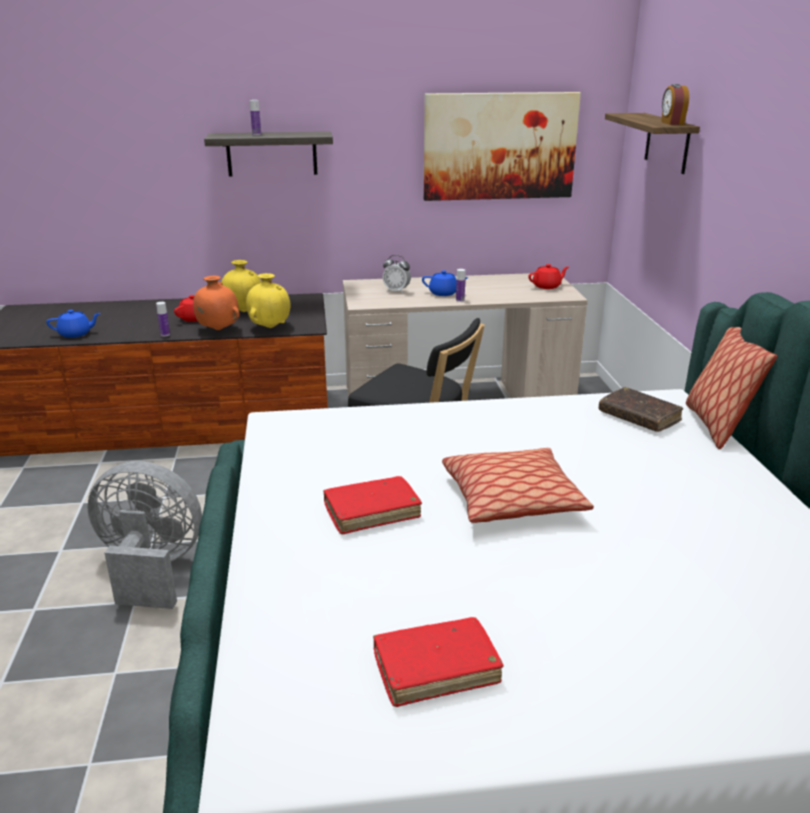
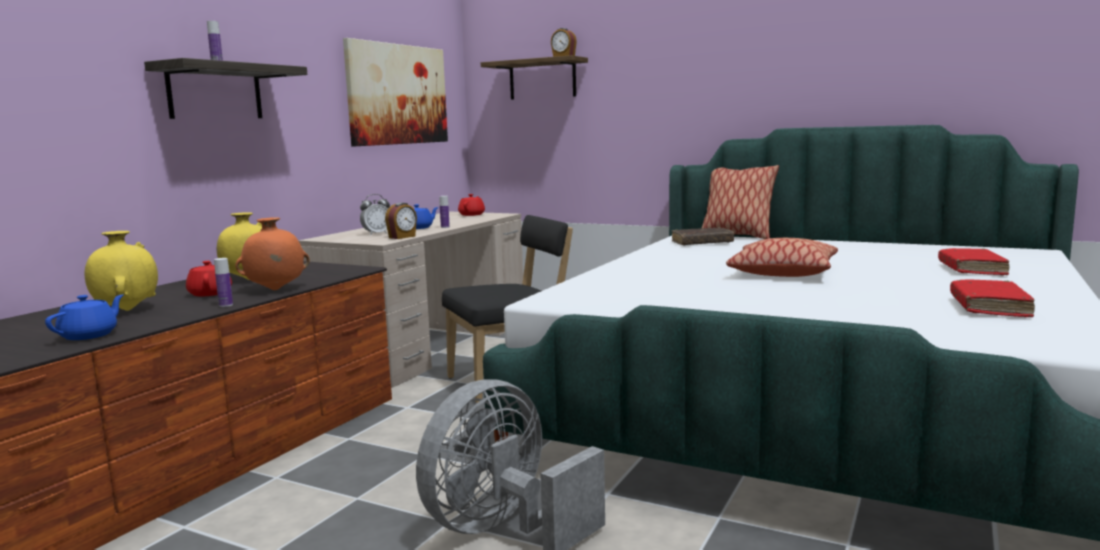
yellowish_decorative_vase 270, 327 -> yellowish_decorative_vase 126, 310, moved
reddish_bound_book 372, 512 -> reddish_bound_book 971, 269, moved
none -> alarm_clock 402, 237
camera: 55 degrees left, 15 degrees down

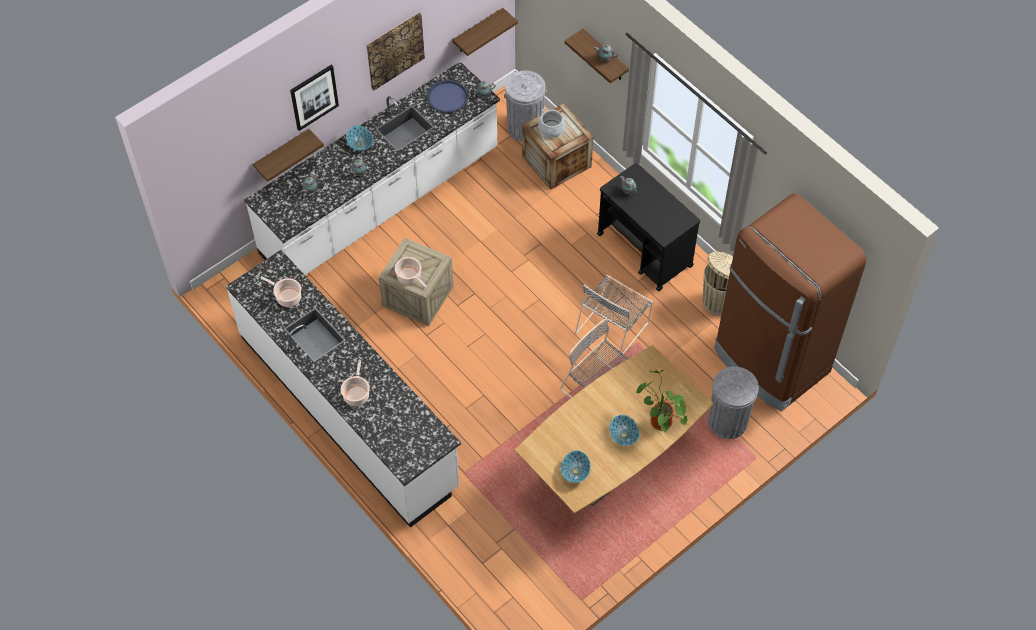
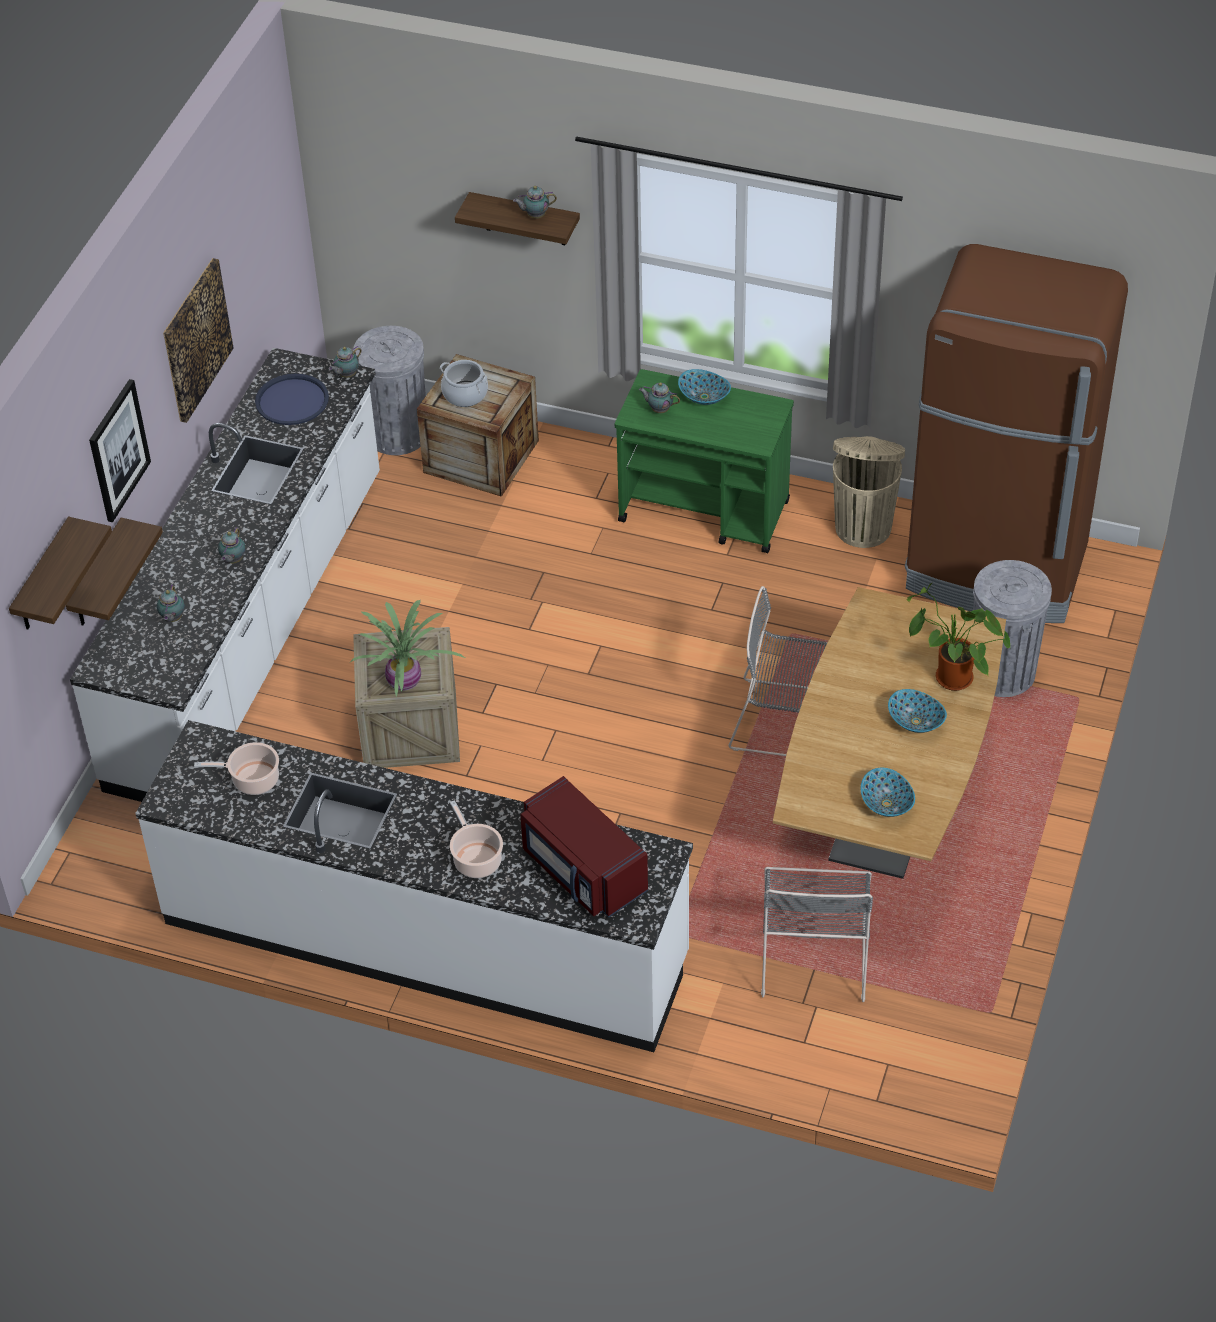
wall_shelf 477, 31 -> wall_shelf 43, 578, moved
serving_bowl 360, 144 -> serving_bowl 704, 397, moved
blackish_trolley 645, 251 -> green_trolley 705, 512
cooking_pot 410, 277 -> potted_plant 406, 683
grey_plain_chair 613, 326 -> grey_plain_chair 814, 953, moved
none -> reddish_microwave_oven 582, 870
camera: 30 degrees left, 10 degrees down

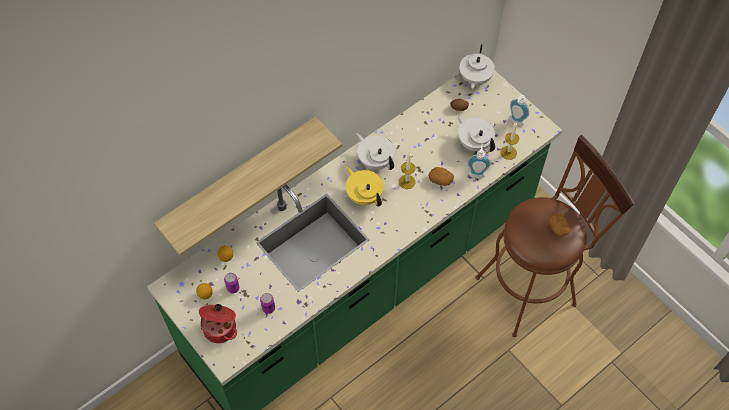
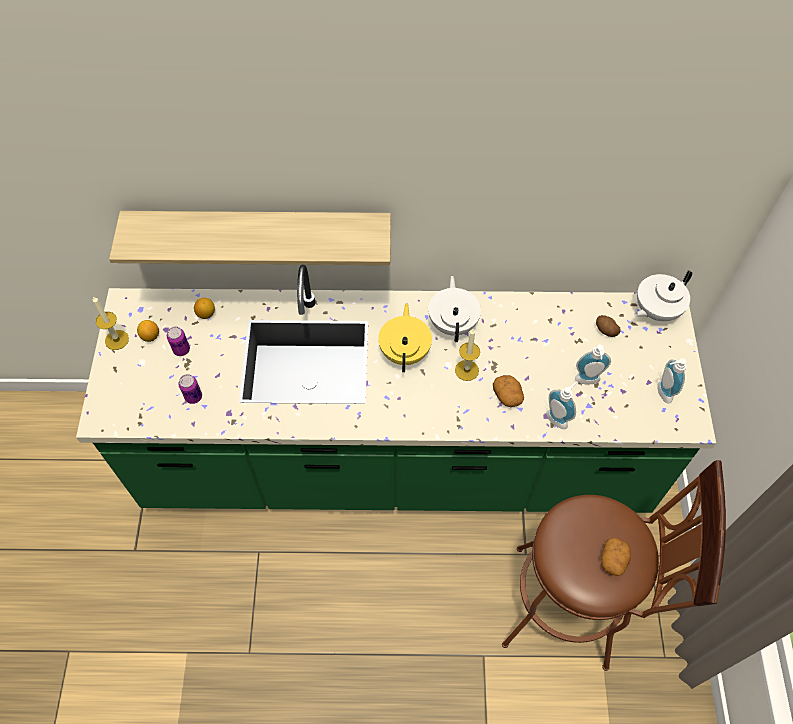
white_tea_pot 474, 143 -> soap_bottle 587, 381
candle 508, 152 -> candle 116, 340, moved
cooking_pot 220, 328 -> none
camera: 40 degrees right, 0 degrees up

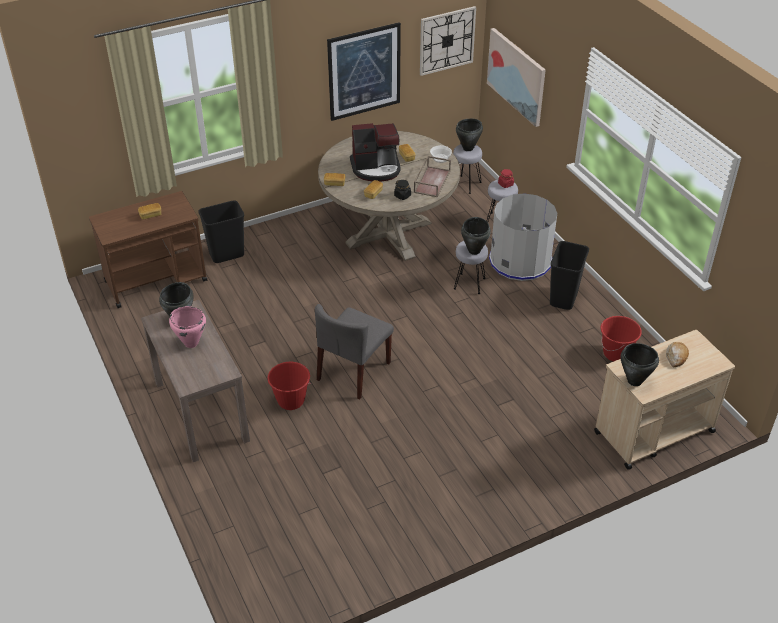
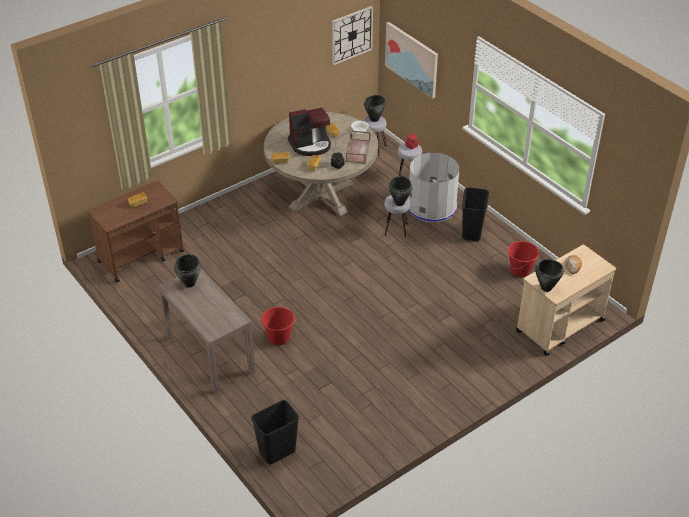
wall_picture 364, 71 -> none
blackish_waste_bin 227, 254 -> blackish_waste_bin 277, 451, moved
grey_plain_chair 354, 372 -> none
pink-coloured_cooking_pot 191, 343 -> none
camera: 10 degrees left, 0 degrees up

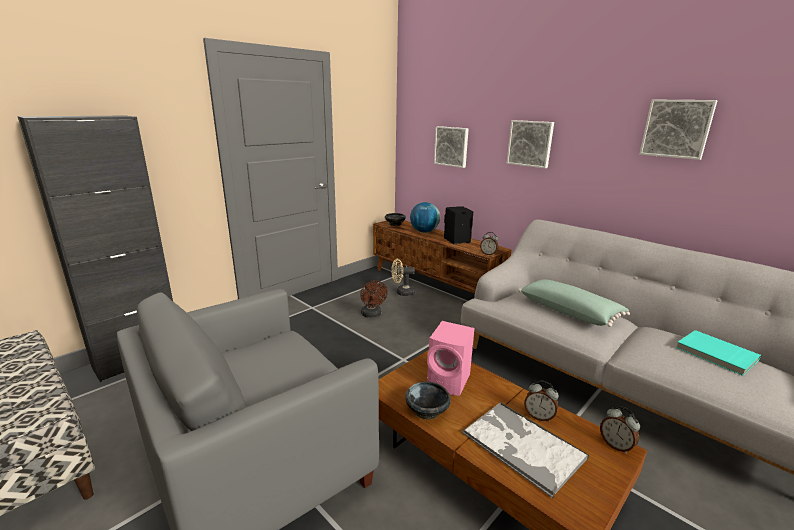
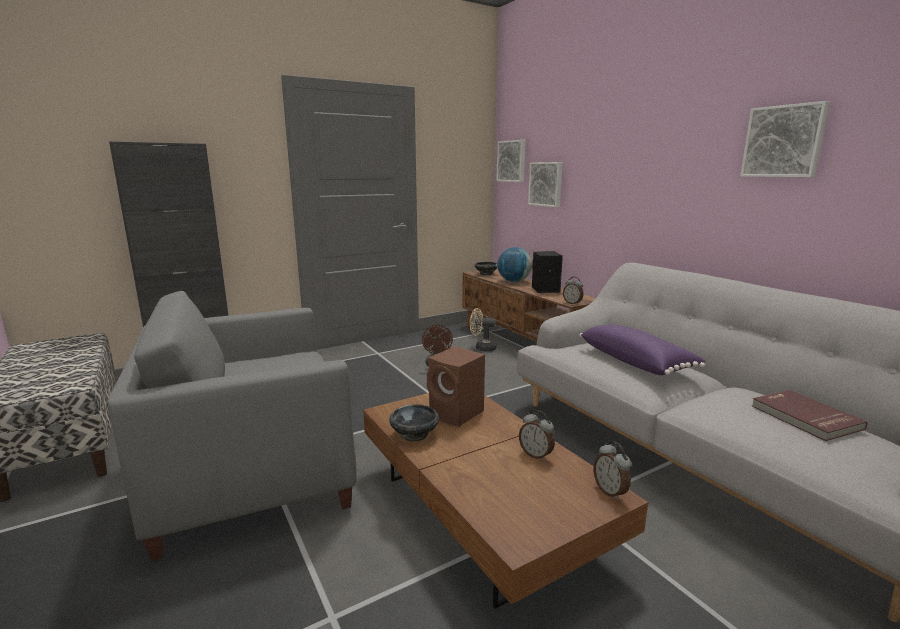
wall_picture 530, 143 -> wall_picture 512, 161, moved
green_cushion 569, 311 -> purple_cushion 636, 362
pink-coloured_audio_speaker 450, 381 -> brown-coloured_audio_speaker 457, 414
blue-green_bound_book 715, 354 -> reddish_bound_book 804, 417
tray 521, 445 -> none
camera: 15 degrees right, 5 degrees down

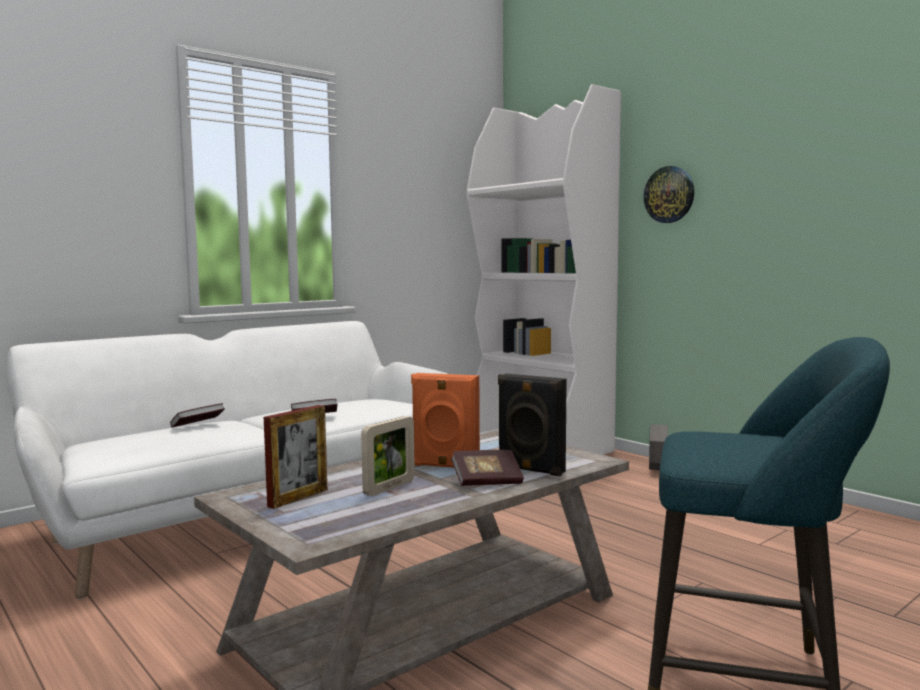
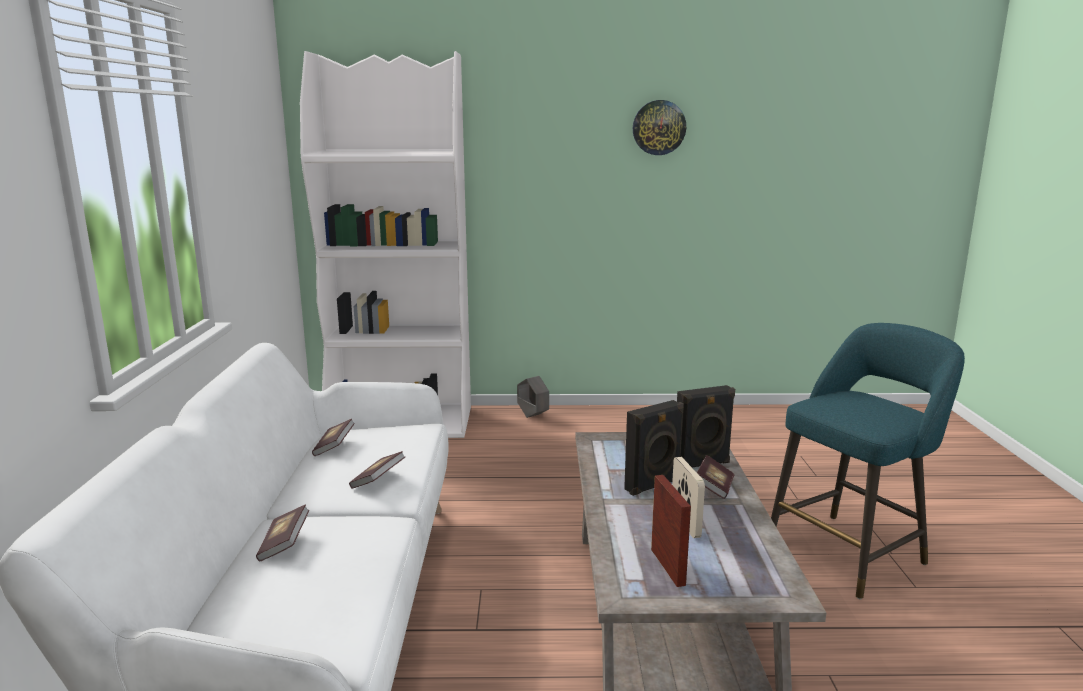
hanging_clock 669, 194 -> hanging_clock 659, 127, moved
orange_audio_speaker 445, 466 -> blackish_audio_speaker 653, 486
none -> bound_book 334, 447
camera: 50 degrees left, 10 degrees up

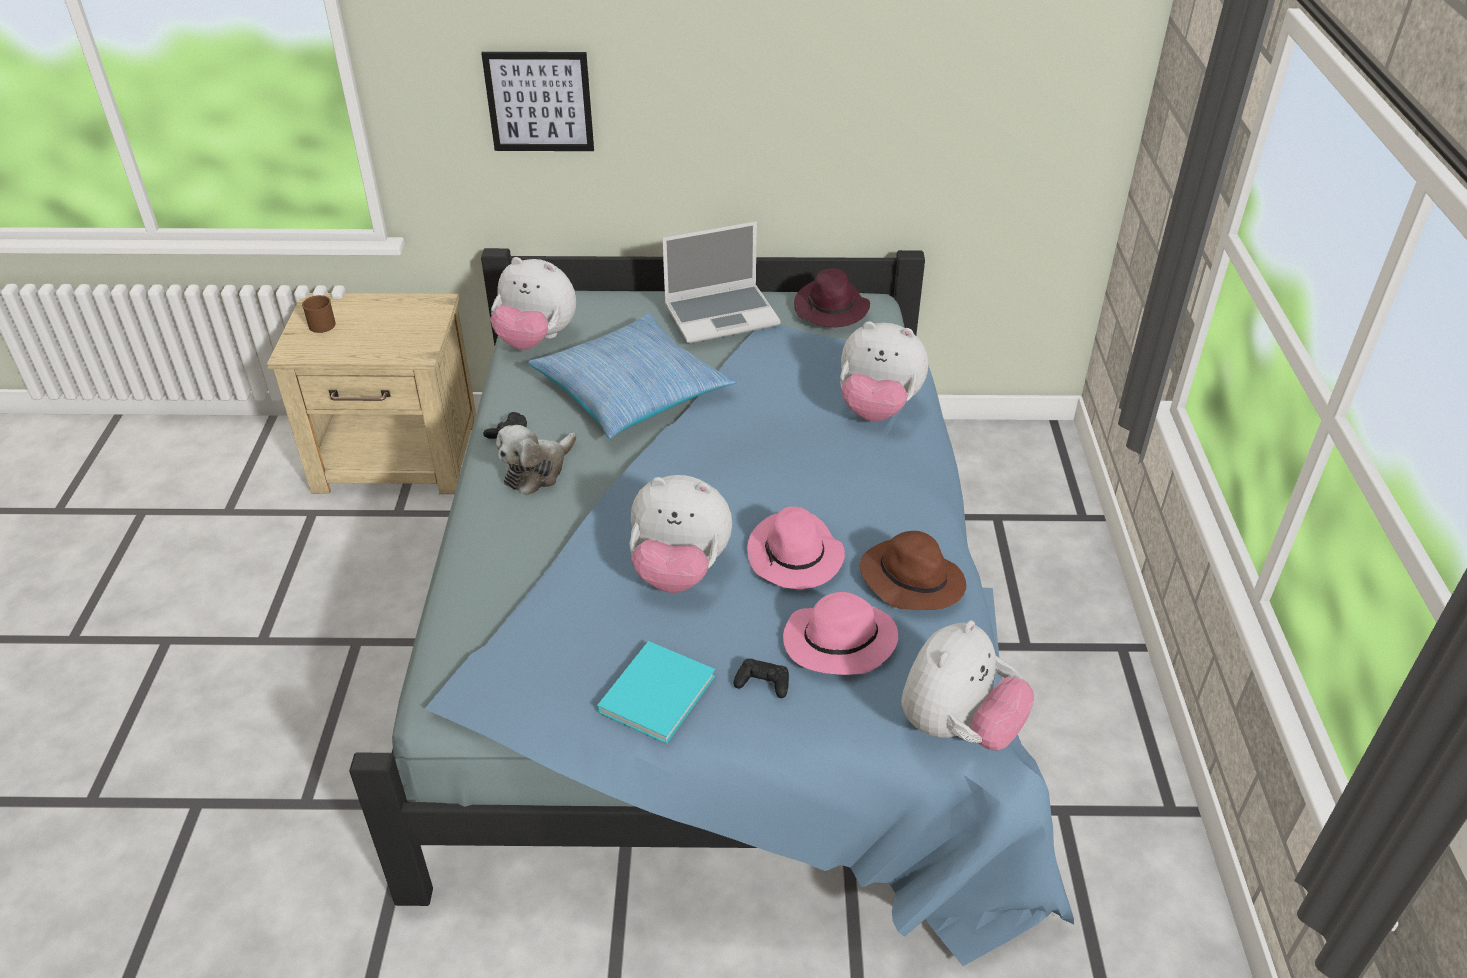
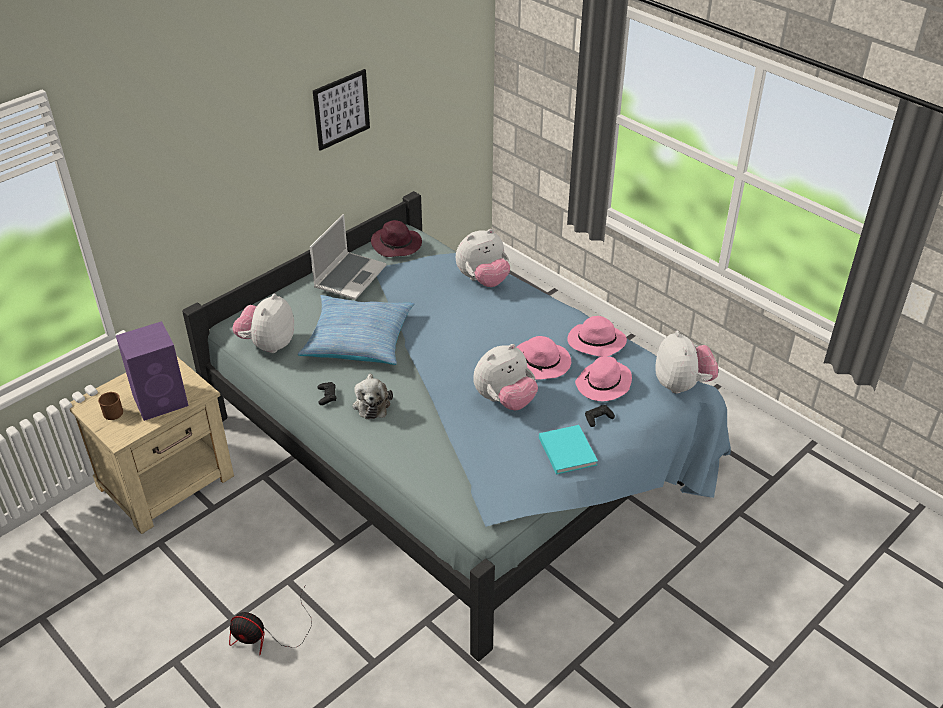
wall_picture 539, 101 -> wall_picture 341, 109, moved
plush_toy 536, 340 -> plush_toy 268, 344, 135 degrees clockwise
brown-coloured_wearable_hat 910, 579 -> pink-coloured_wearable_hat 595, 342
none -> purple_audio_speaker 162, 400
none -> electric_fan 268, 635
camera: 45 degrees left, 0 degrees up

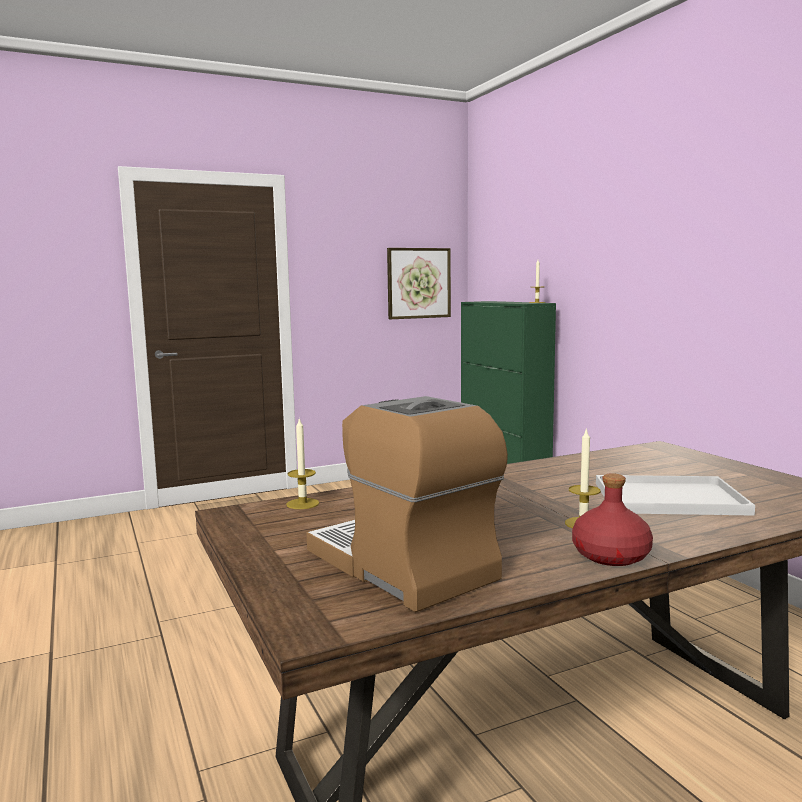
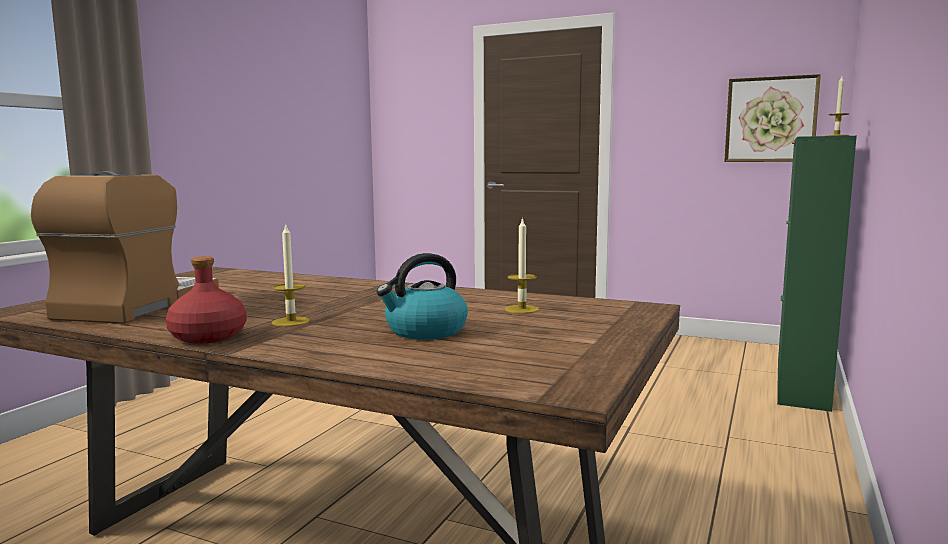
candle 302, 504 -> candle 521, 309, moved
white_tray 671, 498 -> kettle 425, 331
camera: 50 degrees right, 0 degrees up

